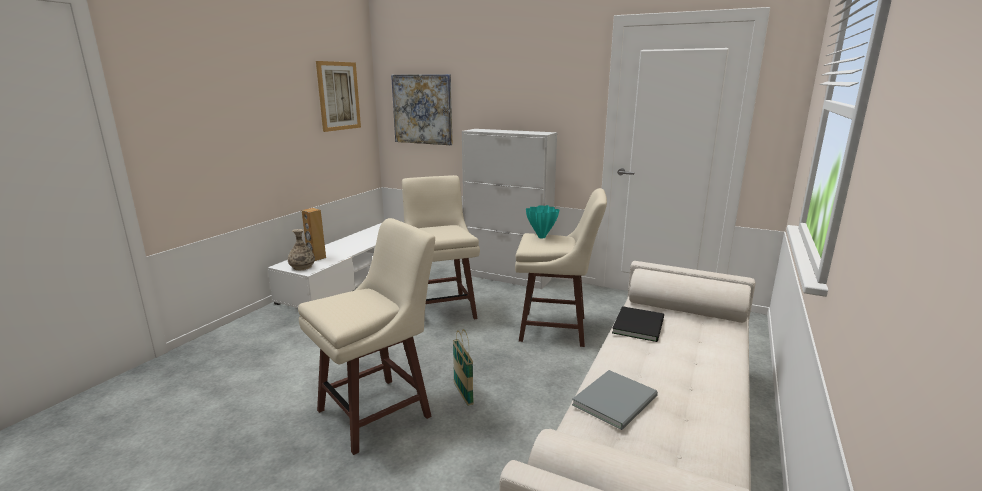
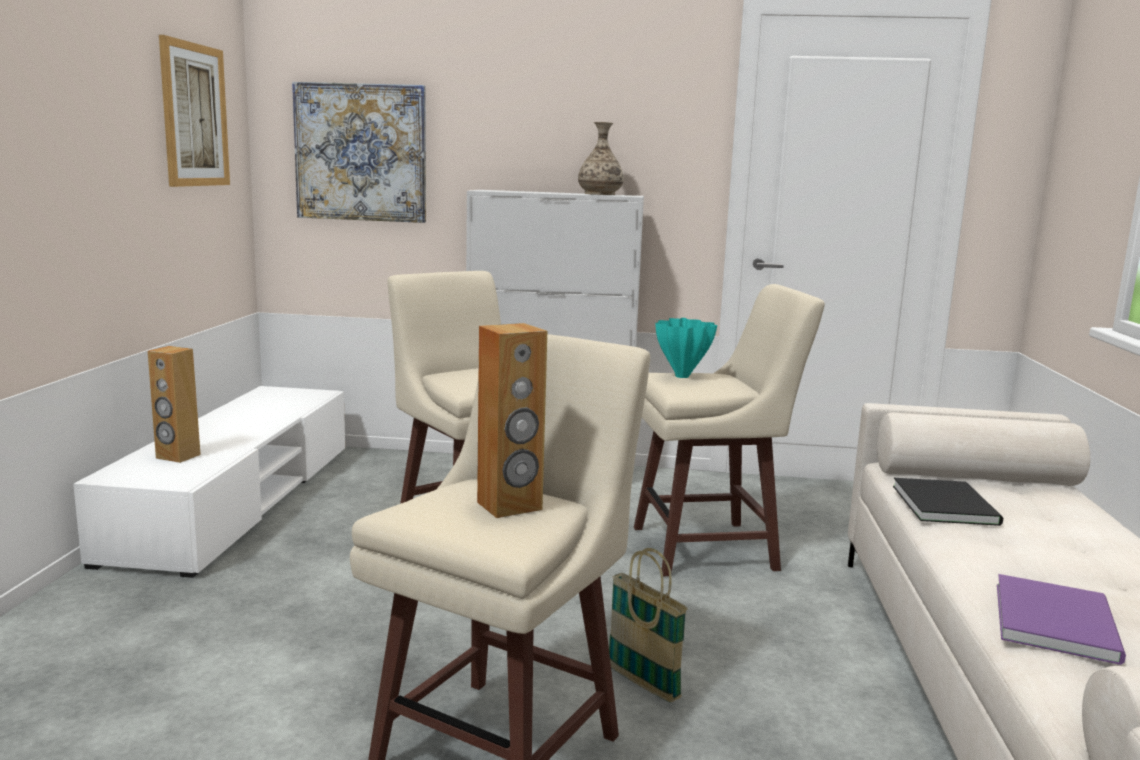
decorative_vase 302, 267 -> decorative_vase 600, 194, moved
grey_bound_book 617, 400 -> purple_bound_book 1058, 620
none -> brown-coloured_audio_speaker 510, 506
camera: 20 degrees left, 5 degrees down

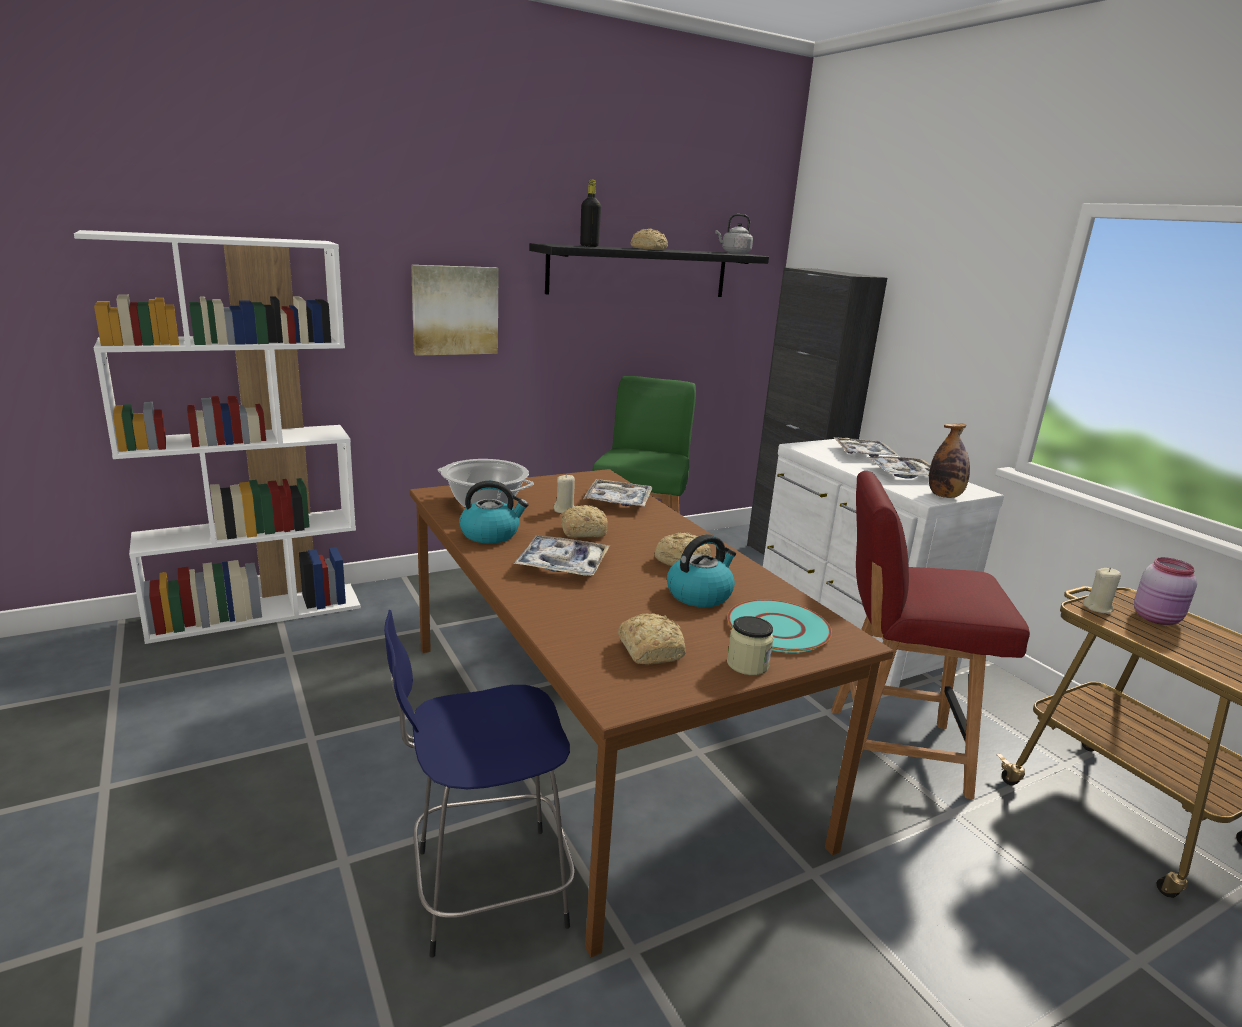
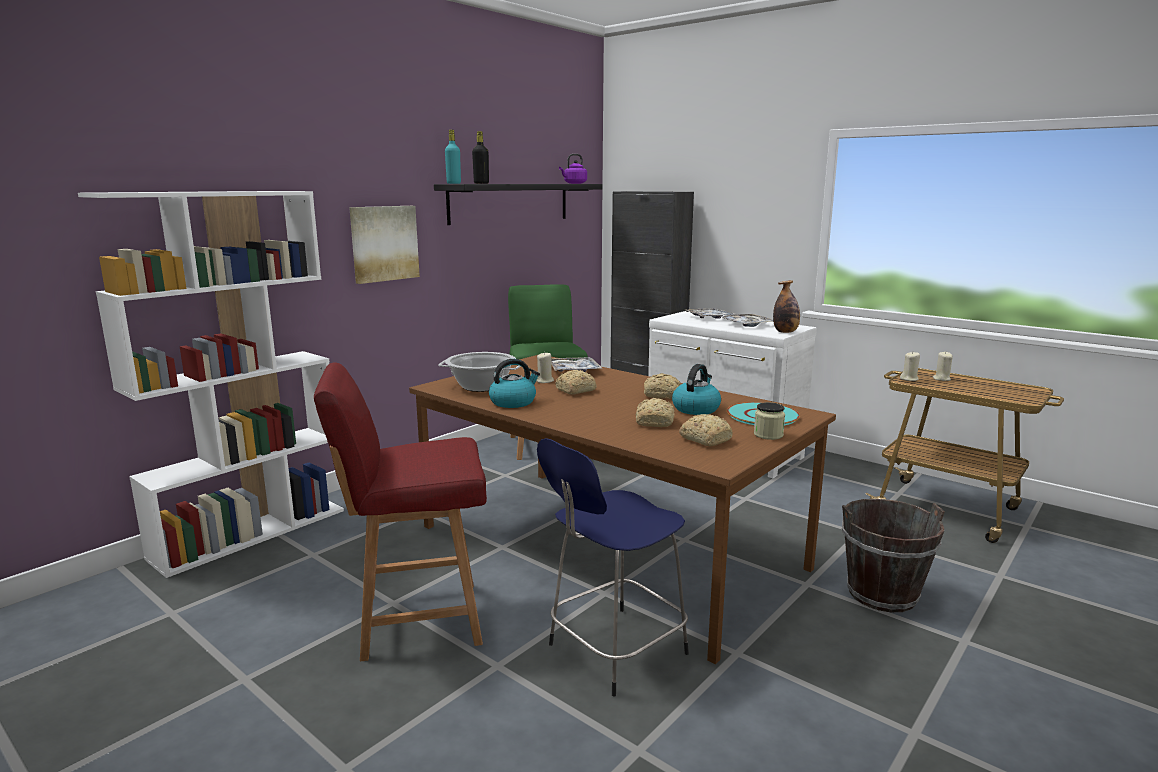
grey_kettle 734, 253 -> purple_kettle 574, 183
baked_bread 649, 249 -> baked_bread 655, 422, moved
reddish_plain_chair 892, 749 -> reddish_plain_chair 417, 619, moved
tray 562, 565 -> none
pink-coloured_storage_jar 1157, 618 -> sand-coloured_candle 941, 379
none -> blue-green_bottle 453, 183
none -> brown-coloured_pail 882, 594
camera: 20 degrees left, 5 degrees down

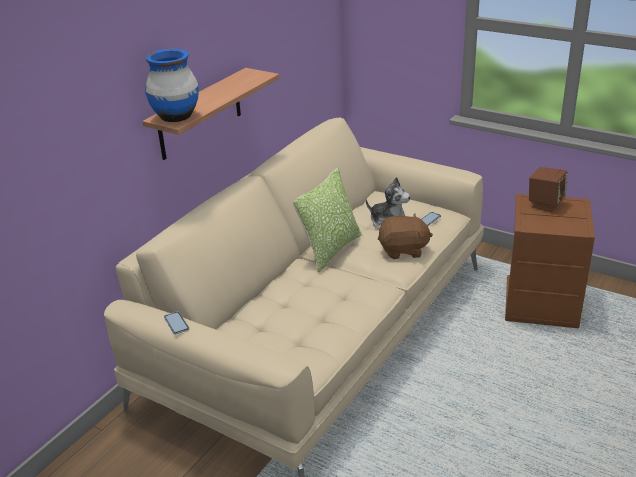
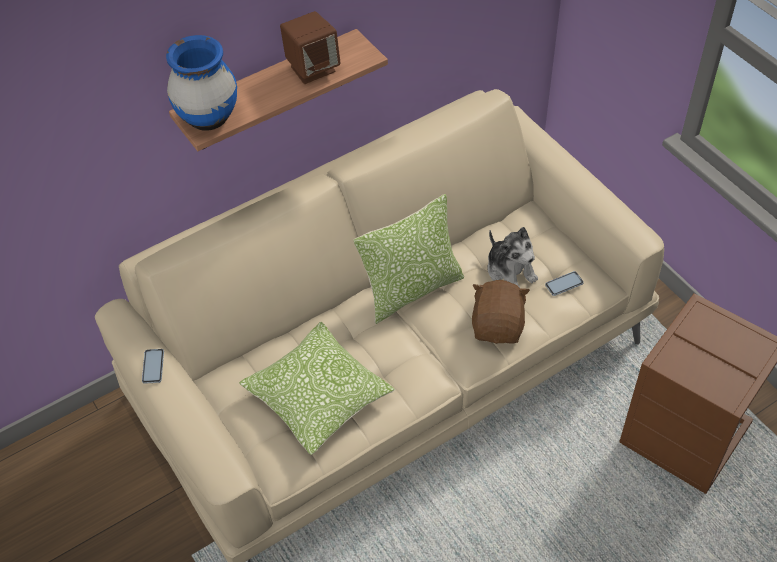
brown-coloured_audio_speaker 545, 204 -> brown-coloured_audio_speaker 312, 68, moved
brown-coloured_plush_toy 403, 250 -> brown-coloured_plush_toy 498, 326, 105 degrees counterclockwise
none -> cushion 318, 397
camera: 25 degrees right, 20 degrees up

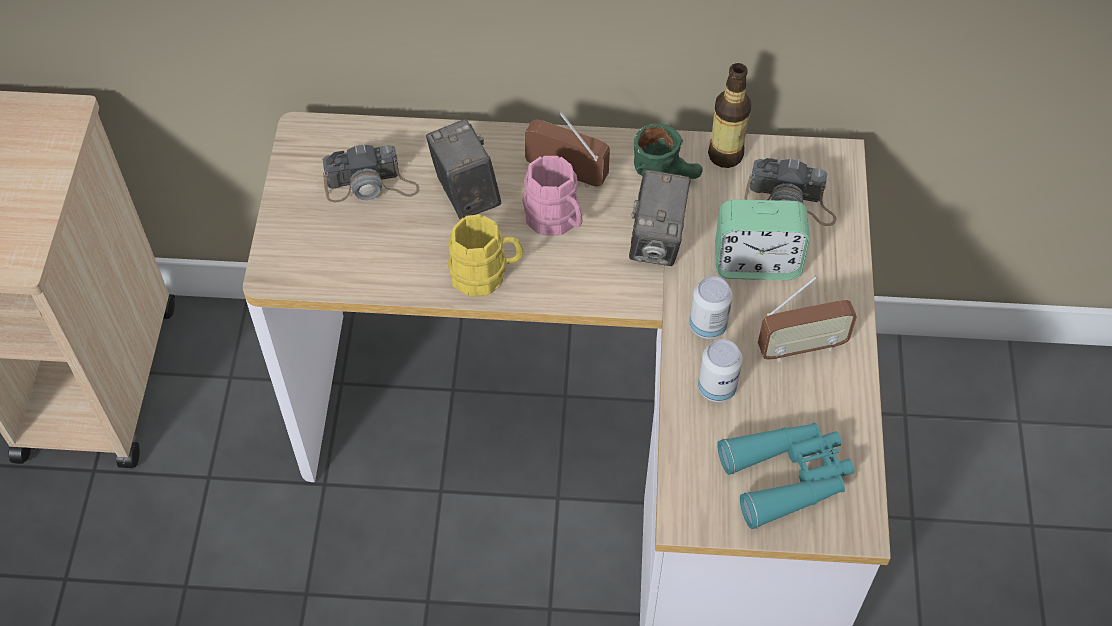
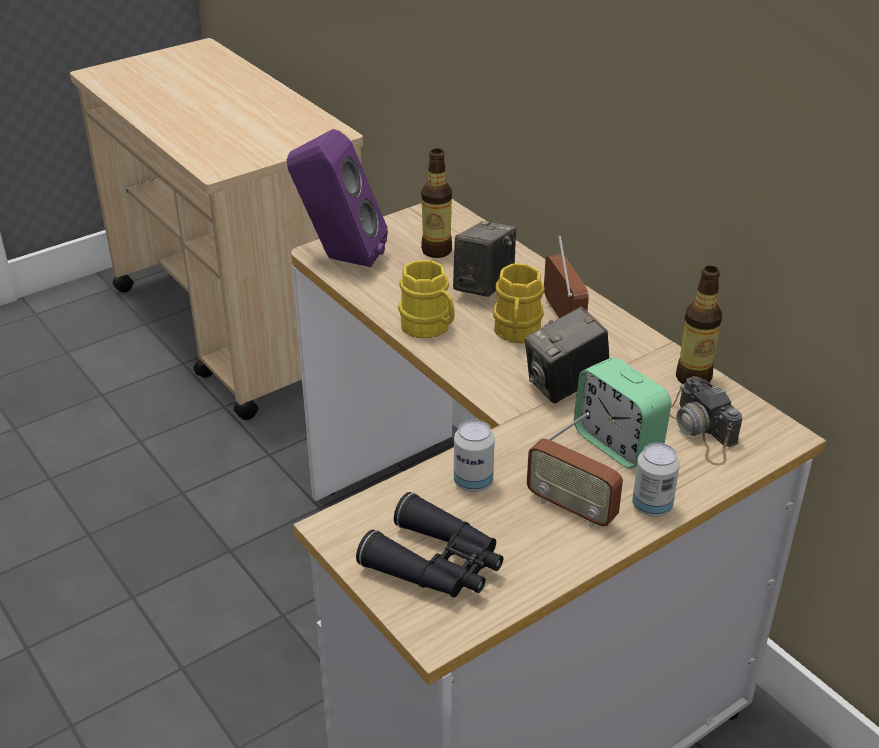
green_tea_mug 667, 172 -> none
photo_camera 371, 185 -> bottle 437, 251
pink-coloured_tea_mug 556, 221 -> yellowish_tea_mug 516, 333
can 707, 325 -> can 652, 506, moved
blue-green_pair_of_binoculars 787, 477 -> blackish_pair_of_binoculars 436, 564
none -> purple_audio_speaker 339, 259
camera: 50 degrees right, 20 degrees down

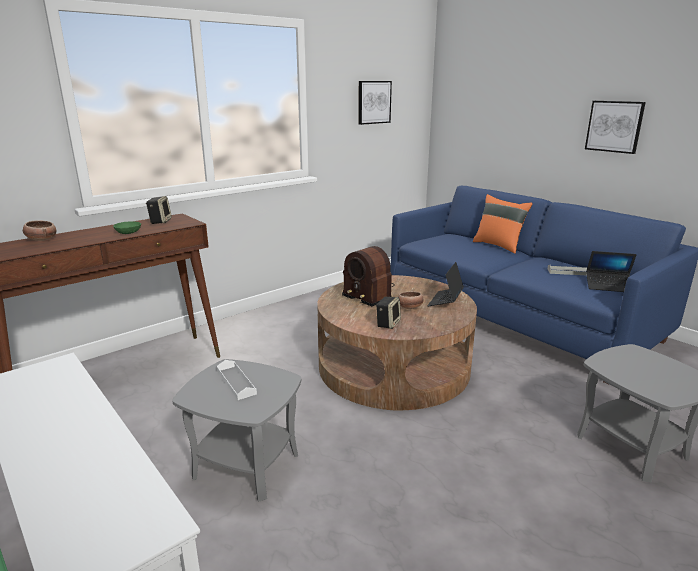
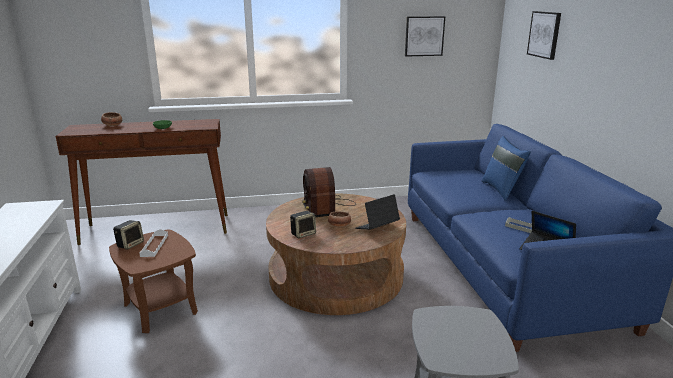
wall_picture 614, 126 -> wall_picture 544, 34, moved
orange_cushion 498, 246 -> bluish_cushion 502, 190
audio_speaker 160, 221 -> audio_speaker 130, 244, moved
grey_accent_table 245, 465 -> brown-coloured_accent_table 160, 308
camera: 30 degrees right, 0 degrees up

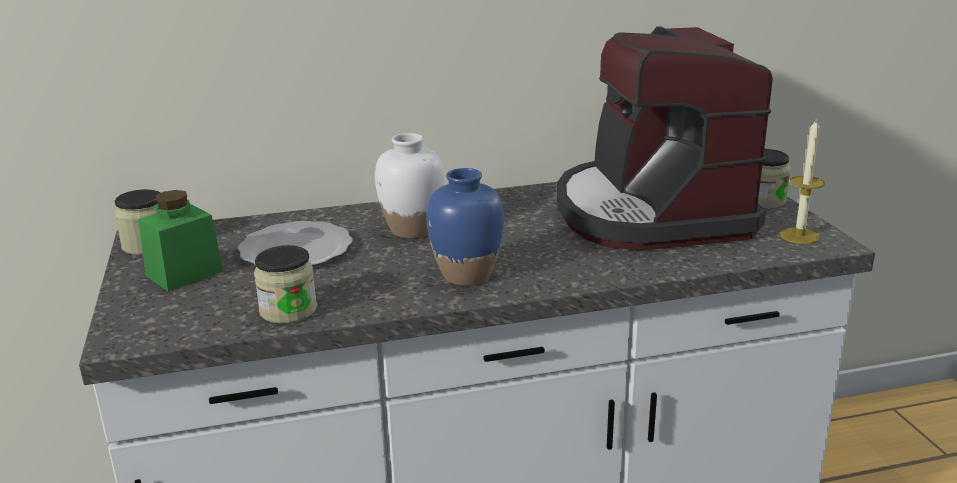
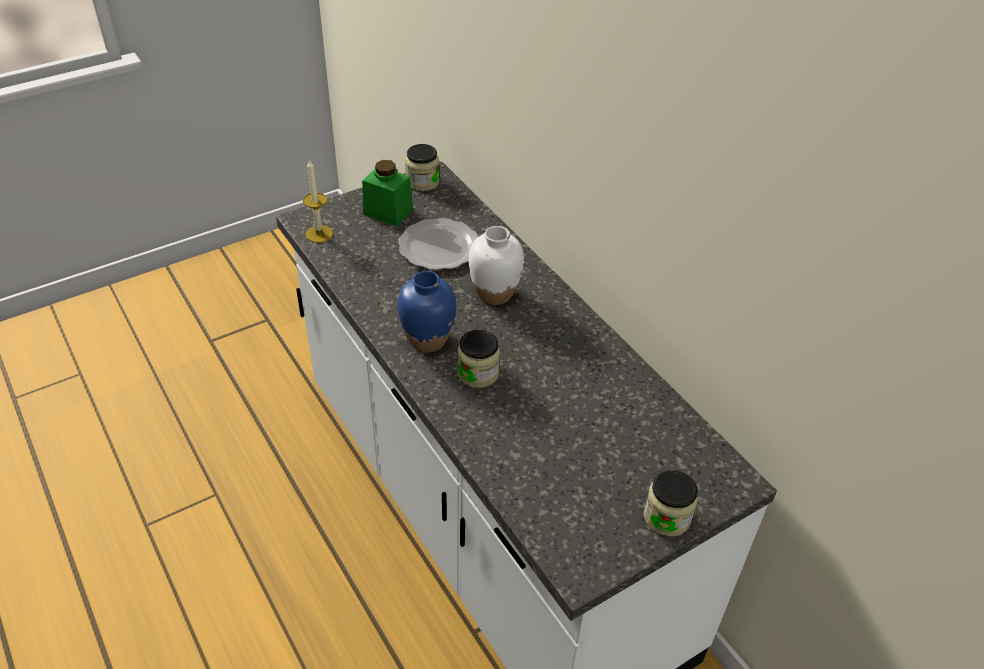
coffee_machine 650, 212 -> none
candle 799, 236 -> candle 319, 234, moved
storage_jar 288, 310 -> storage_jar 478, 373, moved
camera: 70 degrees right, 20 degrees up

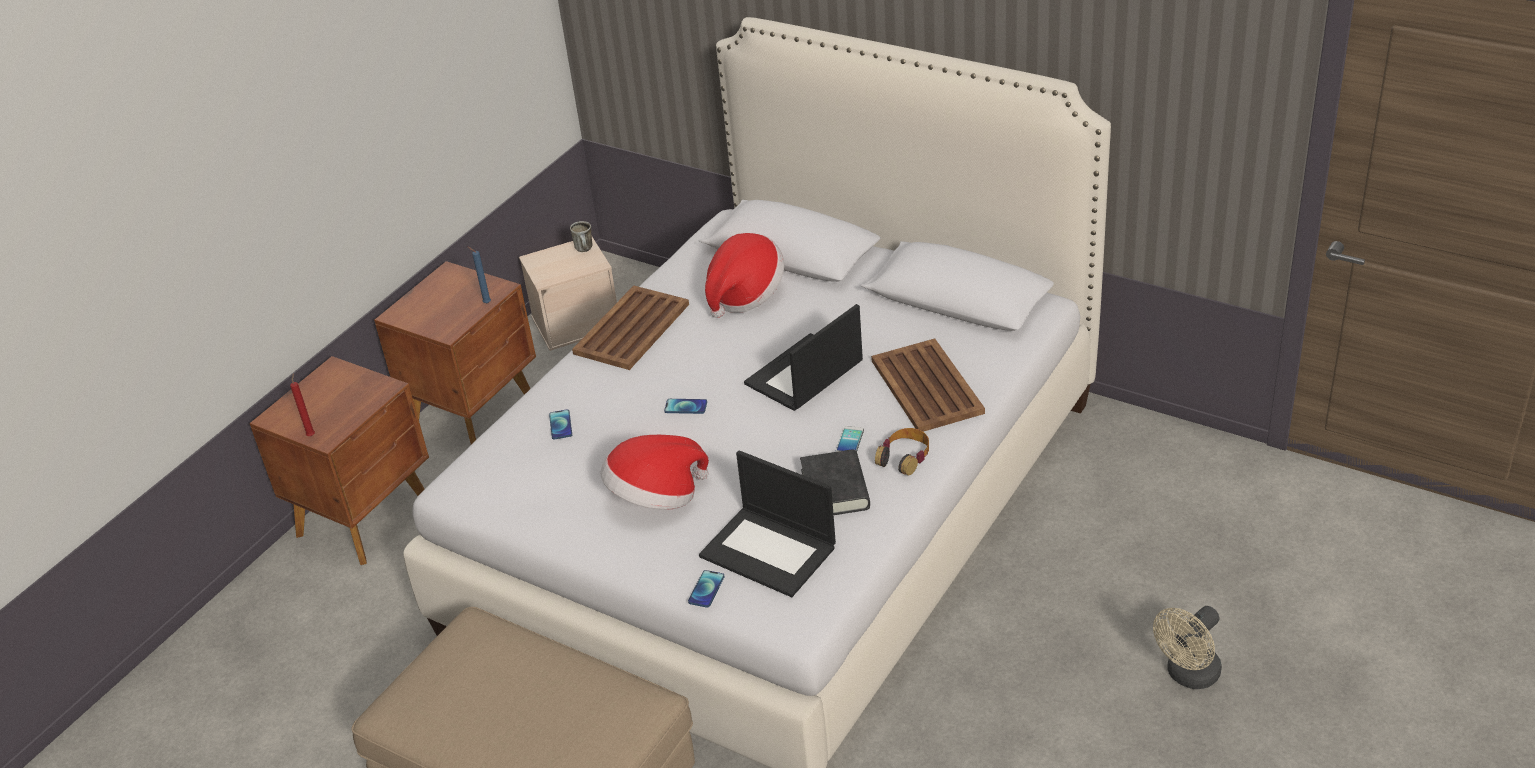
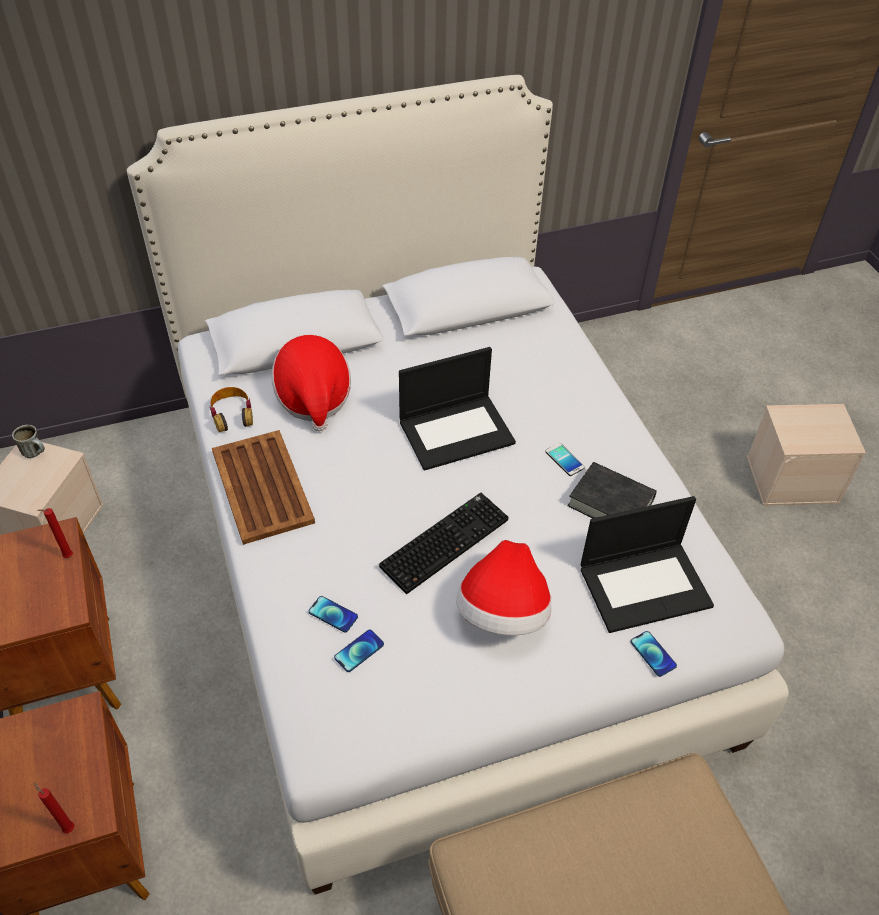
bluish_candle 486, 303 -> reddish_candle 66, 557
portable_computer 804, 374 -> portable_computer 457, 431, 105 degrees counterclockwise
brown-coloured_tray 927, 387 -> none
handset 686, 407 -> handset 359, 651, moved
headset 904, 457 -> headset 232, 414, moved
sand-coloured_electric_fan 1188, 676 -> sand-coloured_storage_box 792, 479
none -> keyboard 444, 541
camera: 55 degrees left, 10 degrees up

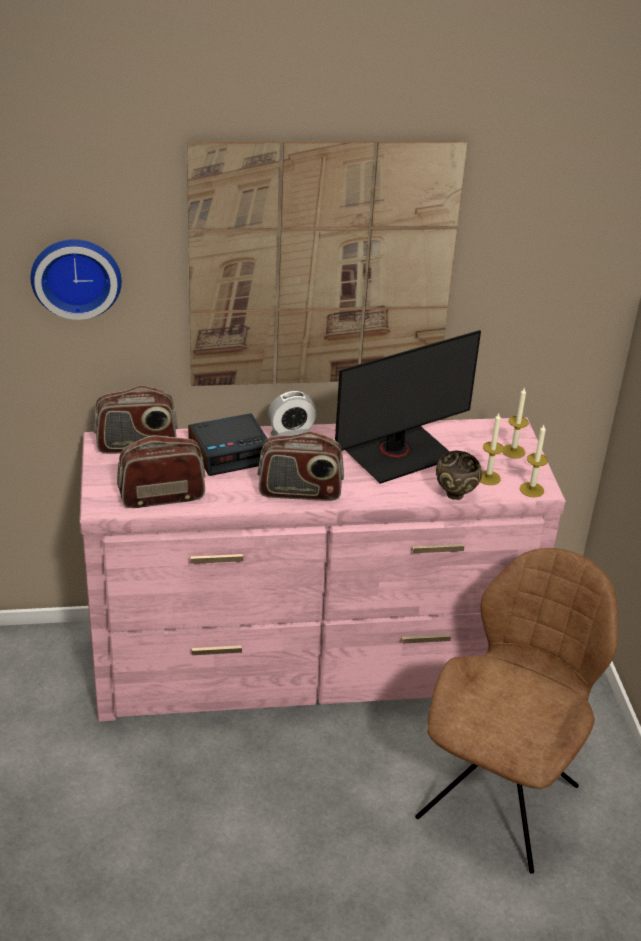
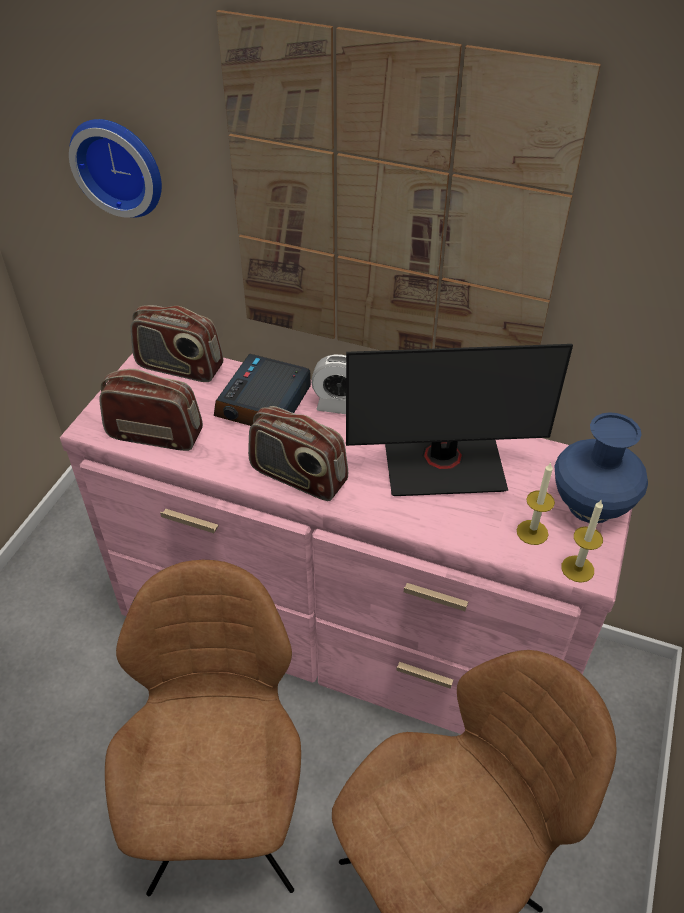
candle 513, 451 -> bluish_decorative_vase 589, 505
alarm_clock 230, 452 -> alarm_clock 264, 403, 105 degrees clockwise
brown-coloured_serving_bowl 455, 495 -> none
none -> brown-coloured_plain_chair 226, 812
camera: 30 degrees right, 10 degrees up

